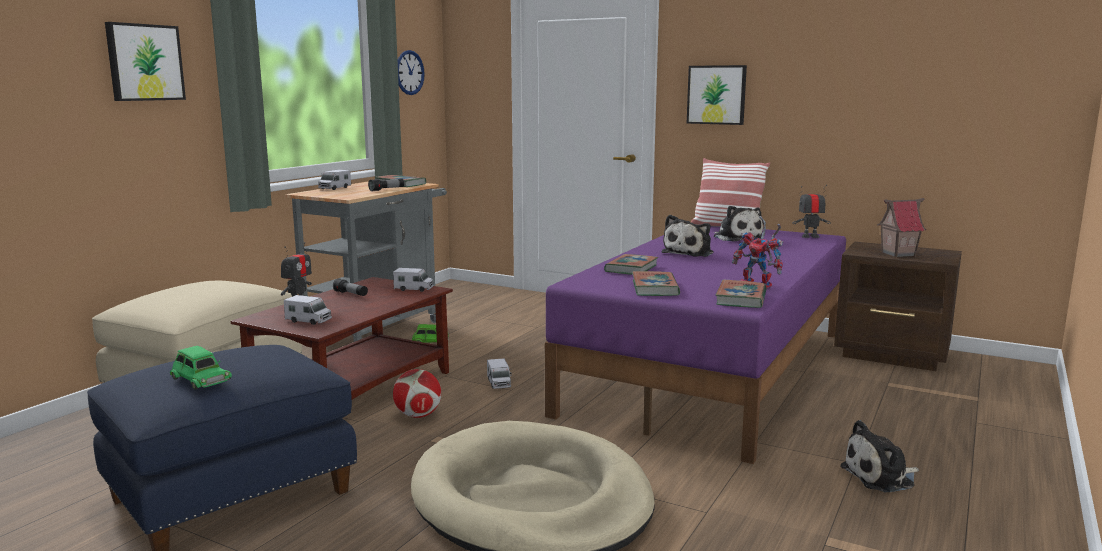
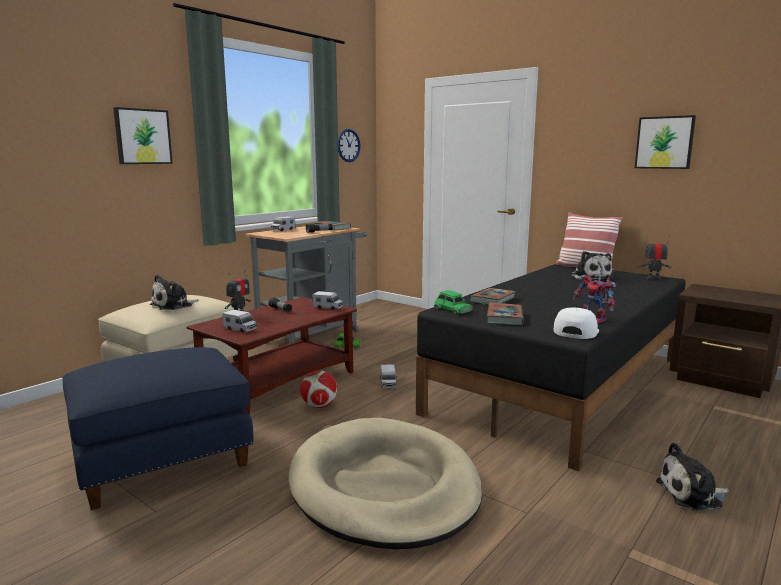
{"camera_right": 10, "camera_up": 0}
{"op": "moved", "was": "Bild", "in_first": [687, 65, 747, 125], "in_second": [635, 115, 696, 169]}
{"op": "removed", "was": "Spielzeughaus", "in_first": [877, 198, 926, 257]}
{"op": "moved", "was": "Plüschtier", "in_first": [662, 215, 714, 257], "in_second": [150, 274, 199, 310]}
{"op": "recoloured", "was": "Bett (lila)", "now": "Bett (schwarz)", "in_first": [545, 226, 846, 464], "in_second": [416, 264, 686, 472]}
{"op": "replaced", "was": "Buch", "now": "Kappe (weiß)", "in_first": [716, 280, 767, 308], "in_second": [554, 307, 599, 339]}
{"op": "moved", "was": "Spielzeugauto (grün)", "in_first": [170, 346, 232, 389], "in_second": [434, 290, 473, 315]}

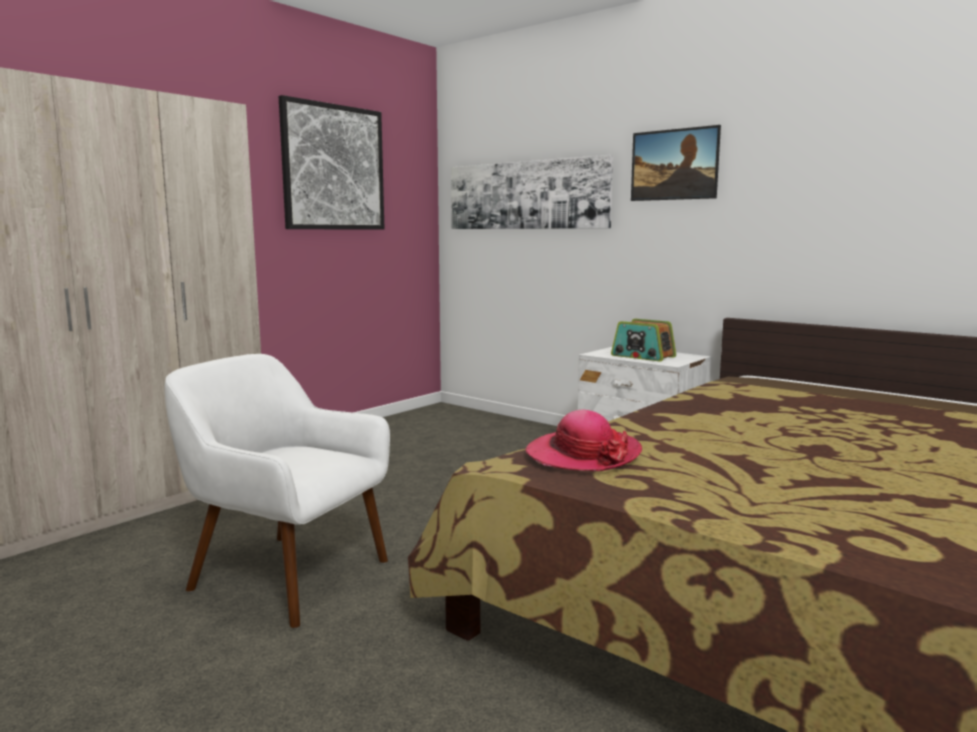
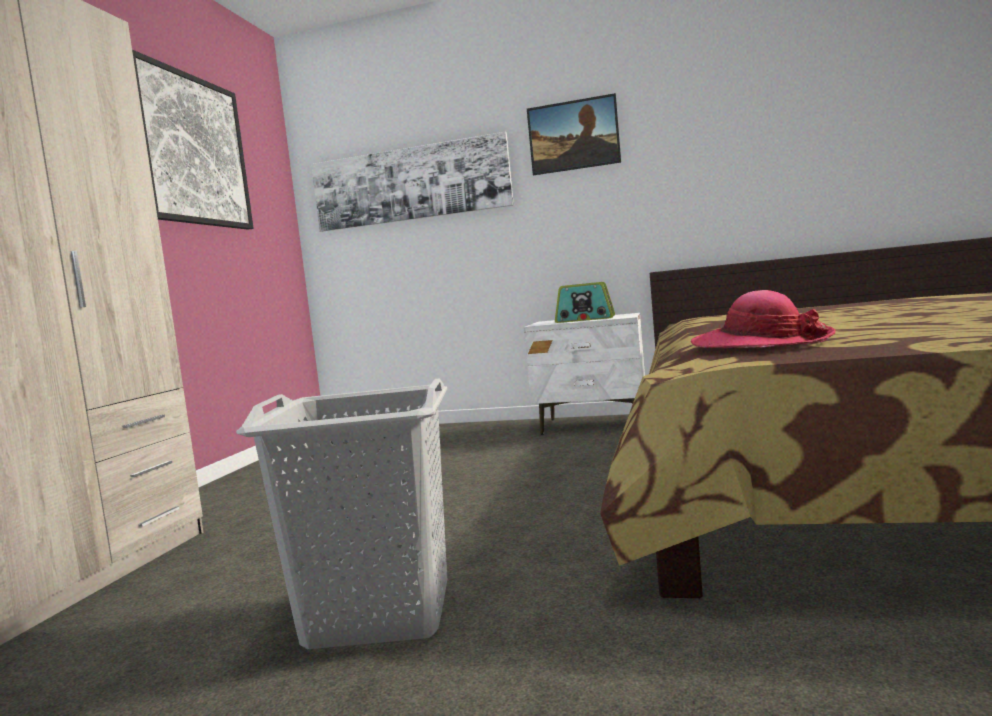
{"camera_right": -25, "camera_up": -5}
{"op": "replaced", "was": "Sessel (weiß)", "now": "Wäschekorb (grau)", "in_first": [164, 354, 390, 629], "in_second": [236, 378, 447, 649]}

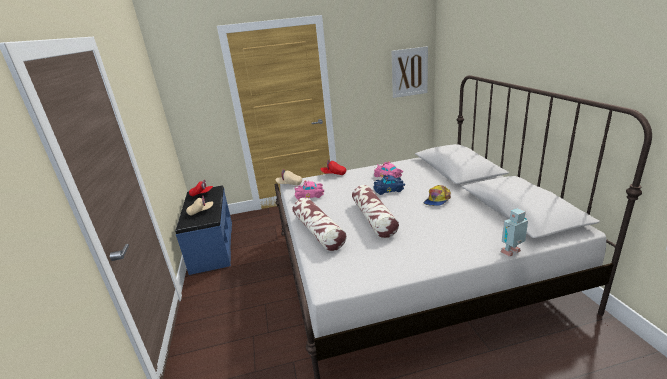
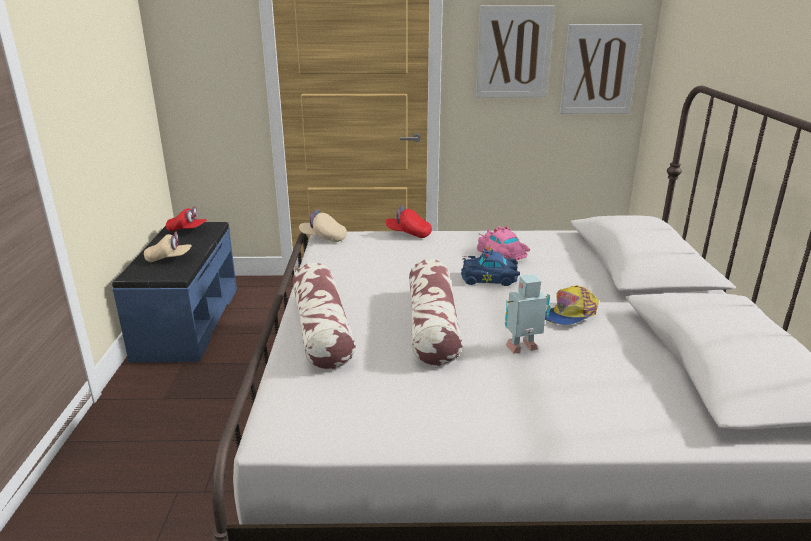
{"camera_right": 10, "camera_up": 0}
{"op": "removed", "was": "Spielzeugauto (rosa)", "in_first": [294, 180, 324, 199]}
{"op": "moved", "was": "Spielzeugroboter", "in_first": [501, 208, 528, 257], "in_second": [505, 275, 551, 353]}
{"op": "added", "now": "Bild", "in_second": [476, 6, 554, 97]}

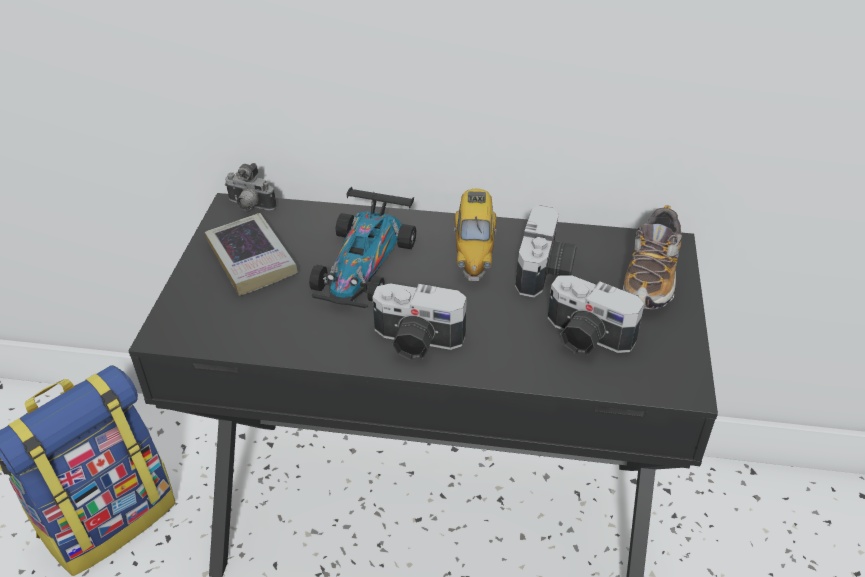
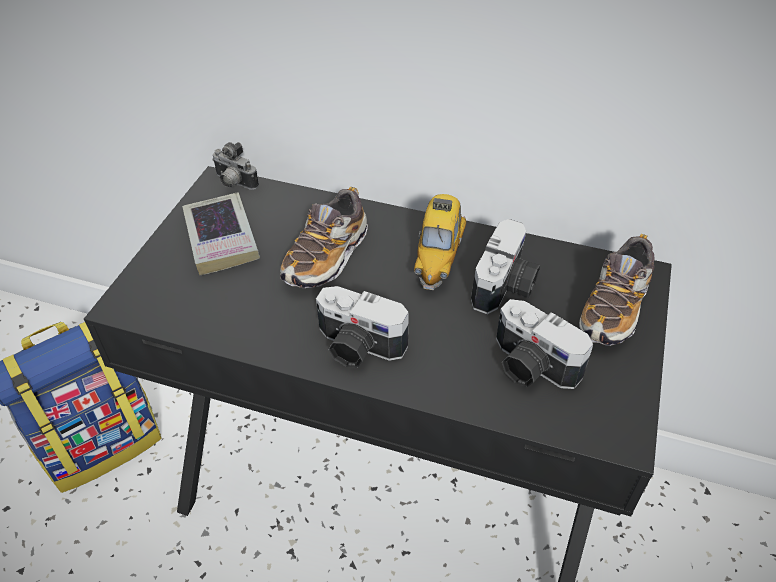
{"camera_right": 10, "camera_up": 5}
{"op": "replaced", "was": "Spielzeugauto", "now": "Schuh", "in_first": [309, 187, 416, 308], "in_second": [280, 187, 368, 288]}

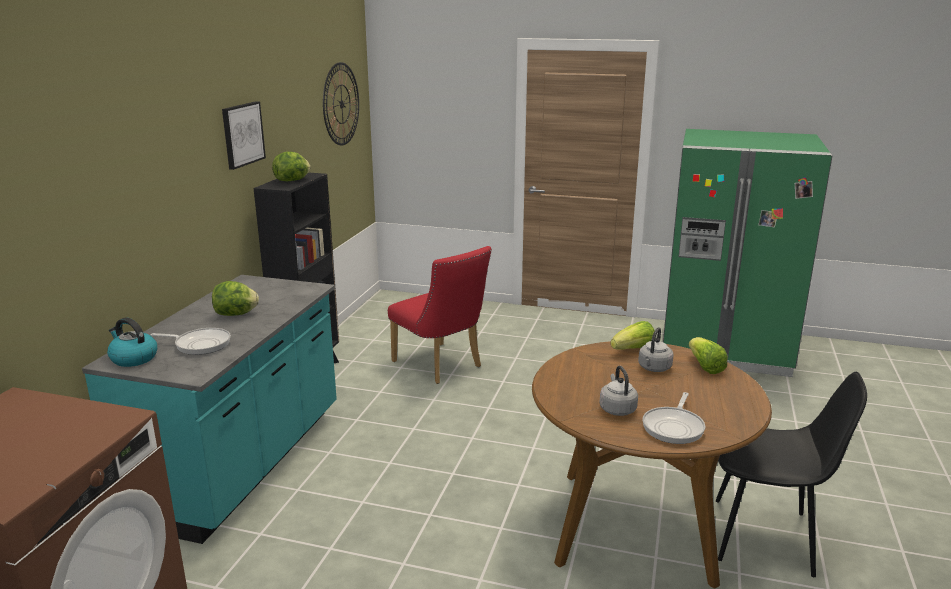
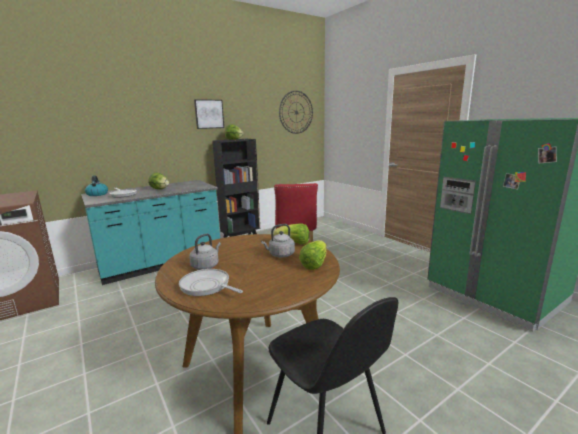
{"camera_right": 40, "camera_up": -5}
{"op": "turned", "was": "Pfanne", "in_first": [642, 392, 705, 444], "in_second": [179, 269, 243, 296], "clockwise": 60}

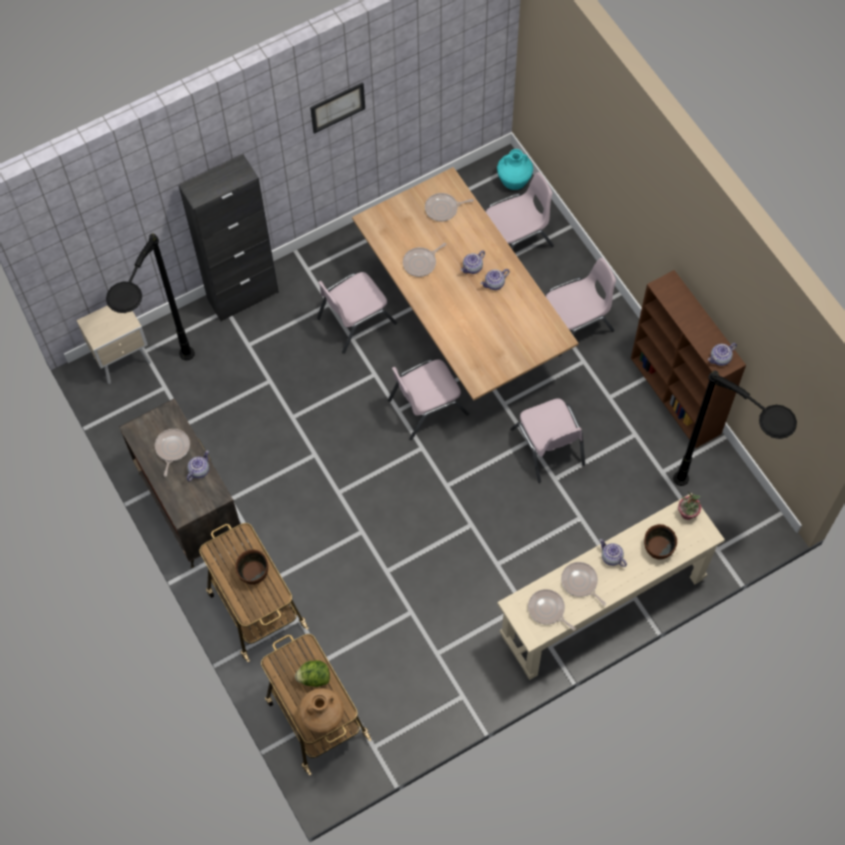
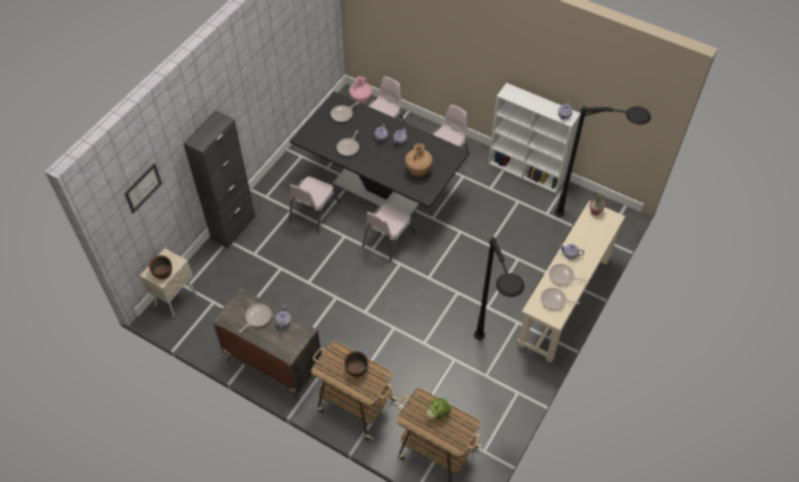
{"camera_right": -30, "camera_up": -10}
{"op": "moved", "was": "Bild", "in_first": [310, 82, 365, 134], "in_second": [124, 163, 162, 214]}
{"op": "recoloured", "was": "Vase (türkis)", "now": "Vase (rosa)", "in_first": [497, 149, 533, 190], "in_second": [349, 76, 372, 105]}
{"op": "recoloured", "was": "Esstisch (beige)", "now": "Esstisch (schwarz)", "in_first": [352, 167, 579, 401], "in_second": [290, 91, 470, 216]}
{"op": "moved", "was": "Stehlampe (schwarz)", "in_first": [106, 233, 195, 360], "in_second": [474, 237, 525, 340]}
{"op": "recoloured", "was": "Bücherregal (braun)", "now": "Bücherregal (weiß)", "in_first": [631, 270, 746, 448], "in_second": [488, 83, 581, 194]}
{"op": "removed", "was": "Stuhl (rosa)", "in_first": [510, 398, 585, 483]}
{"op": "turned", "was": "Pfanne", "in_first": [155, 429, 190, 477], "in_second": [239, 304, 271, 333], "clockwise": 60}
{"op": "moved", "was": "Schüssel (braun)", "in_first": [644, 524, 677, 560], "in_second": [149, 255, 172, 279]}
{"op": "moved", "was": "Vase (braun)", "in_first": [299, 688, 344, 733], "in_second": [405, 143, 433, 177]}

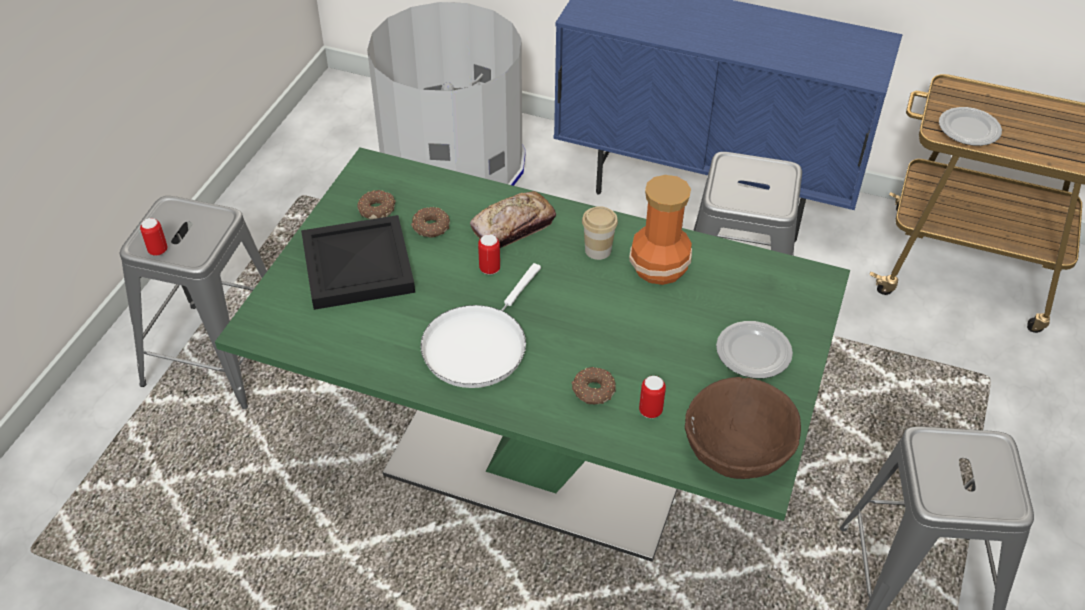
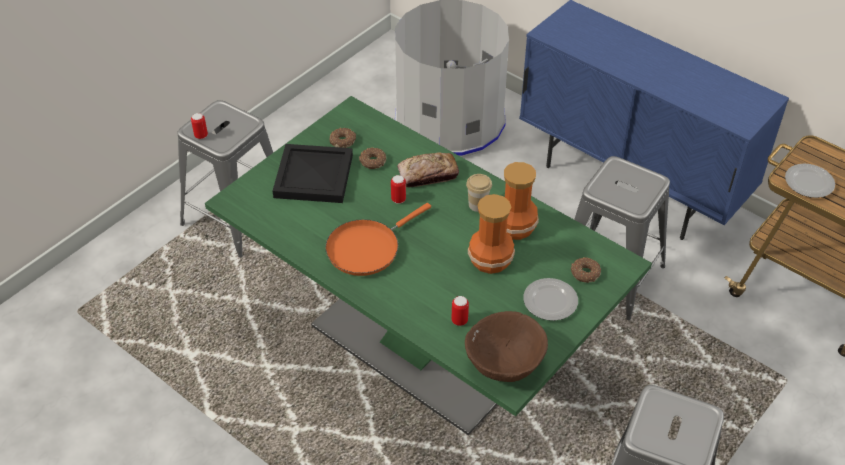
{"camera_right": 20, "camera_up": 0}
{"op": "recoloured", "was": "Pfanne (weiß)", "now": "Pfanne (orange)", "in_first": [420, 263, 541, 388], "in_second": [325, 203, 431, 276]}
{"op": "moved", "was": "Donut", "in_first": [572, 367, 616, 404], "in_second": [571, 257, 601, 283]}
{"op": "added", "now": "Vase", "in_second": [468, 194, 515, 274]}

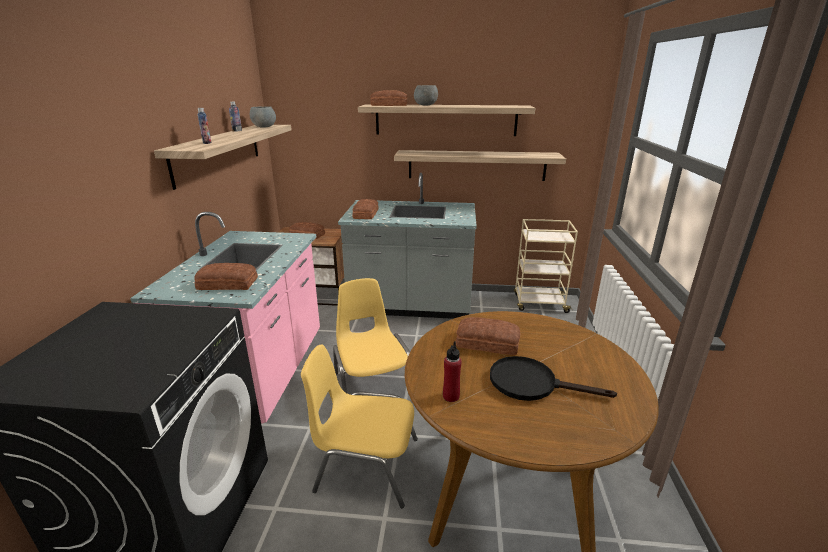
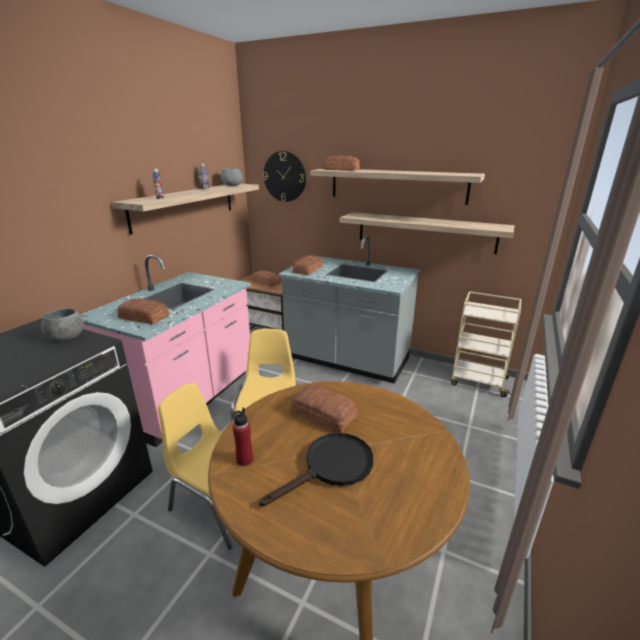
{"camera_right": 20, "camera_up": 0}
{"op": "moved", "was": "Schüssel (grau)", "in_first": [414, 85, 438, 106], "in_second": [41, 308, 84, 341]}
{"op": "turned", "was": "Pfanne (schwarz)", "in_first": [490, 356, 617, 401], "in_second": [259, 433, 373, 506], "clockwise": 105}
{"op": "added", "now": "Wanduhr", "in_second": [263, 151, 306, 202]}

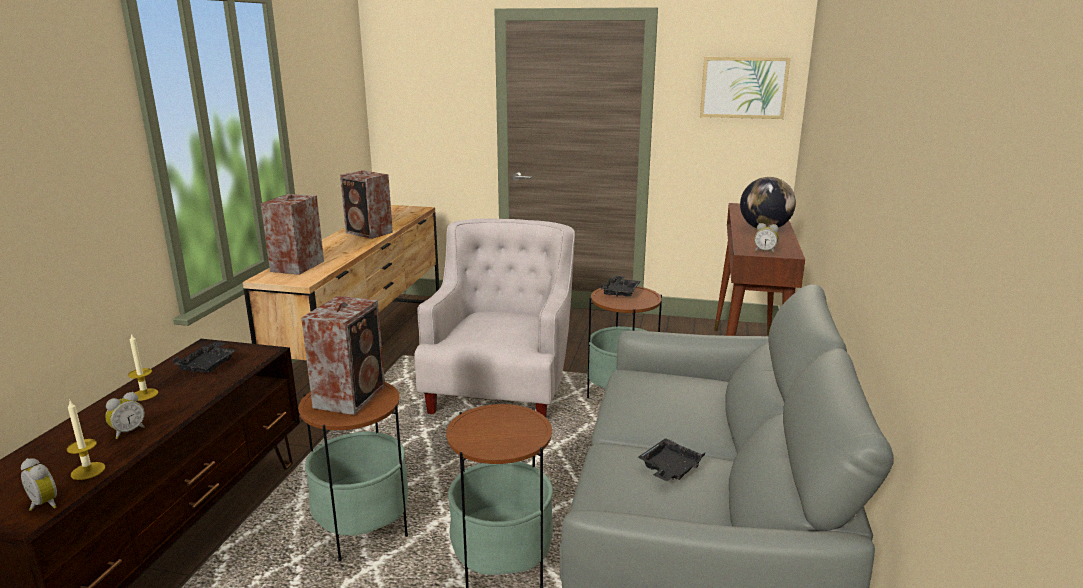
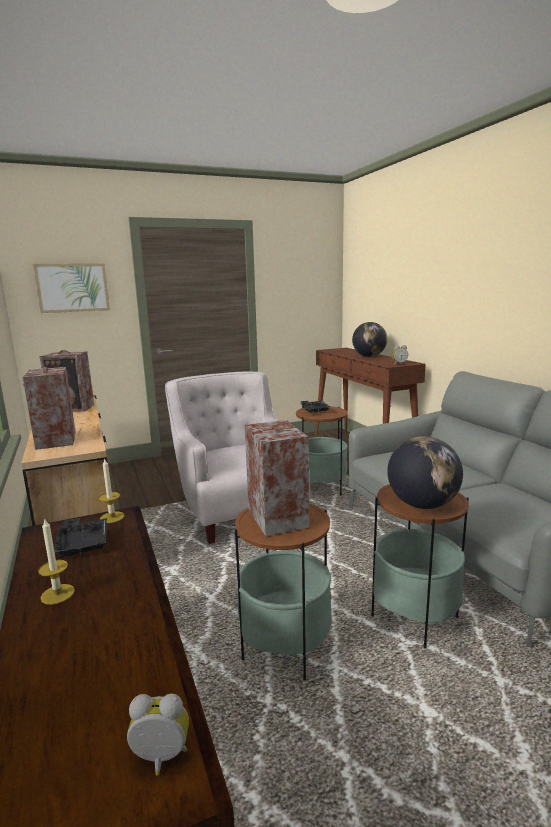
{"camera_right": -35, "camera_up": -5}
{"op": "moved", "was": "Bild", "in_first": [700, 57, 790, 119], "in_second": [33, 263, 110, 313]}
{"op": "removed", "was": "Wecker", "in_first": [105, 392, 145, 439]}
{"op": "moved", "was": "Kerze", "in_first": [67, 401, 105, 480], "in_second": [99, 458, 124, 523]}
{"op": "removed", "was": "Tablett (schwarz)", "in_first": [638, 438, 706, 481]}
{"op": "added", "now": "Globus", "in_second": [387, 436, 463, 509]}

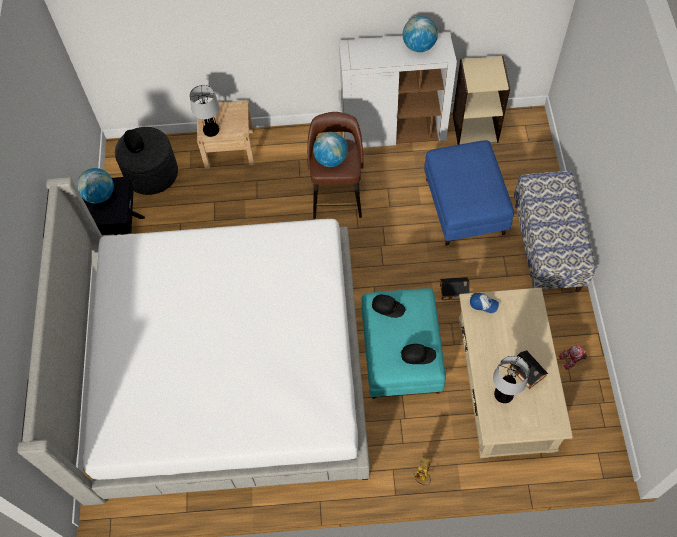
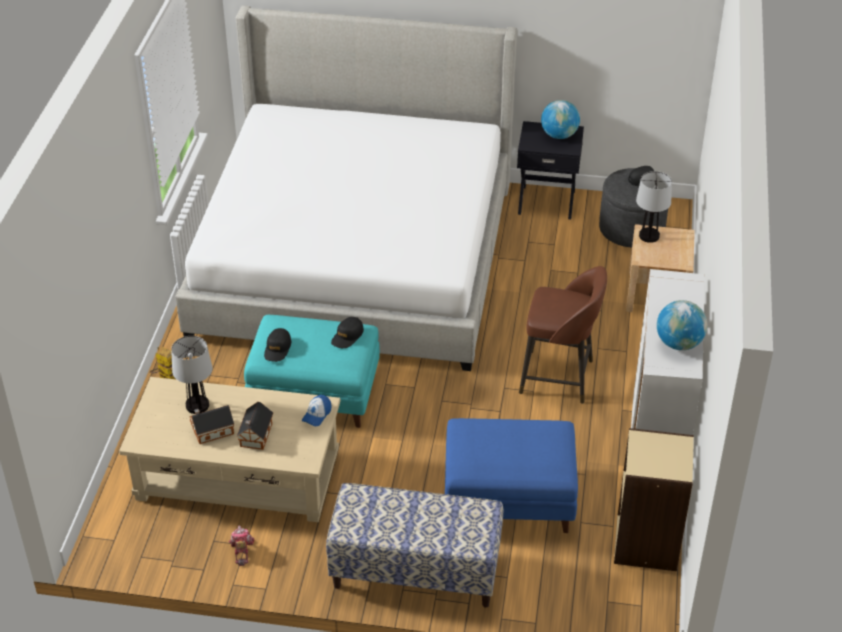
{"camera_right": 100, "camera_up": -20}
{"op": "removed", "was": "Globus", "in_first": [313, 132, 348, 167]}
{"op": "moved", "was": "Spielzeughaus", "in_first": [440, 277, 470, 300], "in_second": [236, 402, 273, 450]}

